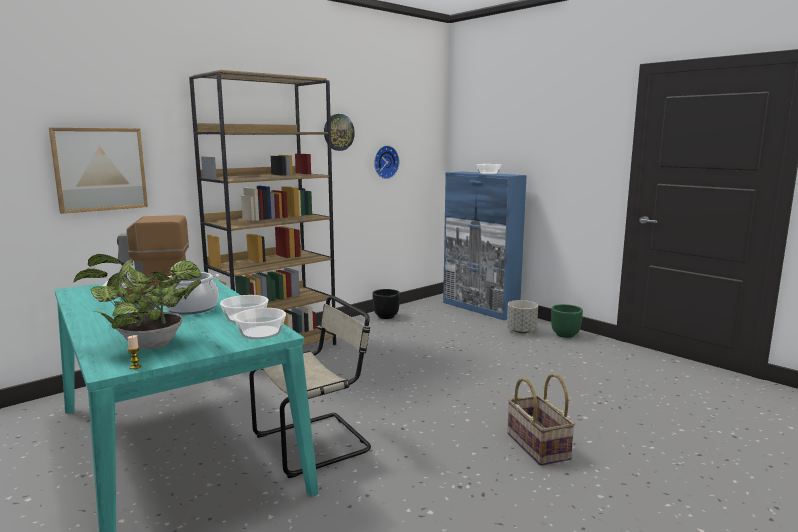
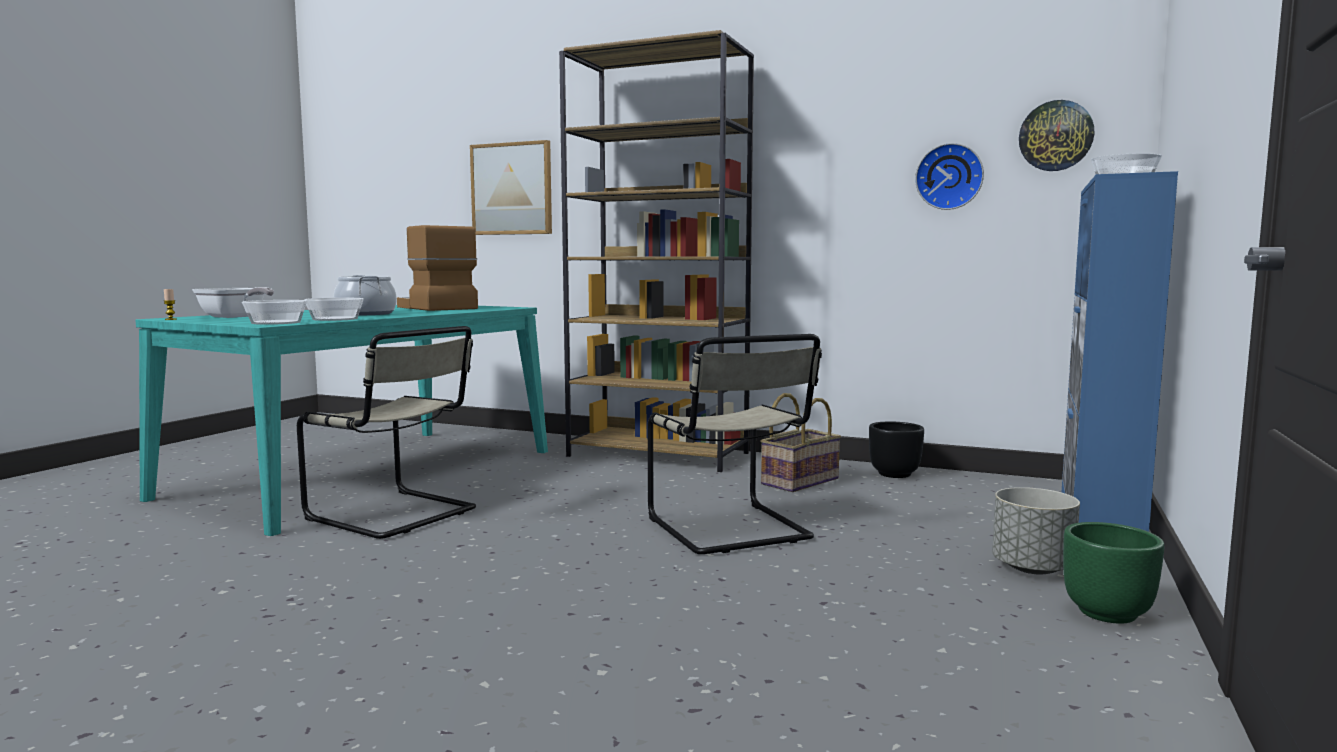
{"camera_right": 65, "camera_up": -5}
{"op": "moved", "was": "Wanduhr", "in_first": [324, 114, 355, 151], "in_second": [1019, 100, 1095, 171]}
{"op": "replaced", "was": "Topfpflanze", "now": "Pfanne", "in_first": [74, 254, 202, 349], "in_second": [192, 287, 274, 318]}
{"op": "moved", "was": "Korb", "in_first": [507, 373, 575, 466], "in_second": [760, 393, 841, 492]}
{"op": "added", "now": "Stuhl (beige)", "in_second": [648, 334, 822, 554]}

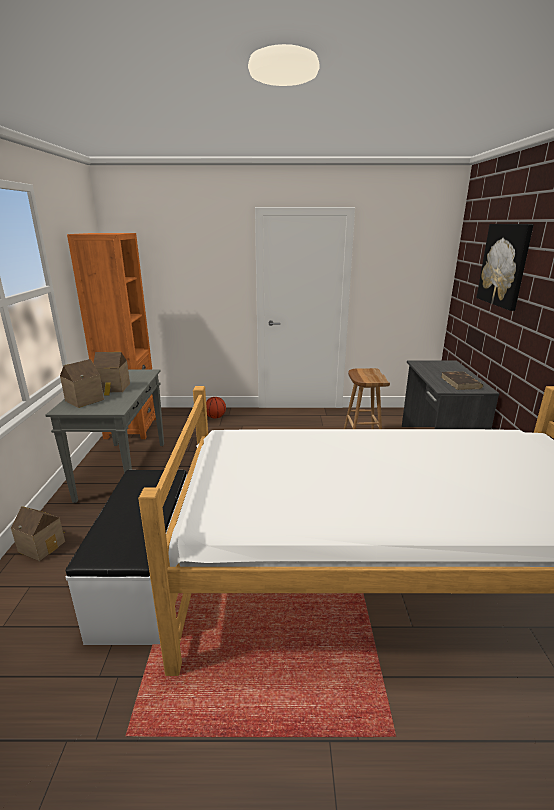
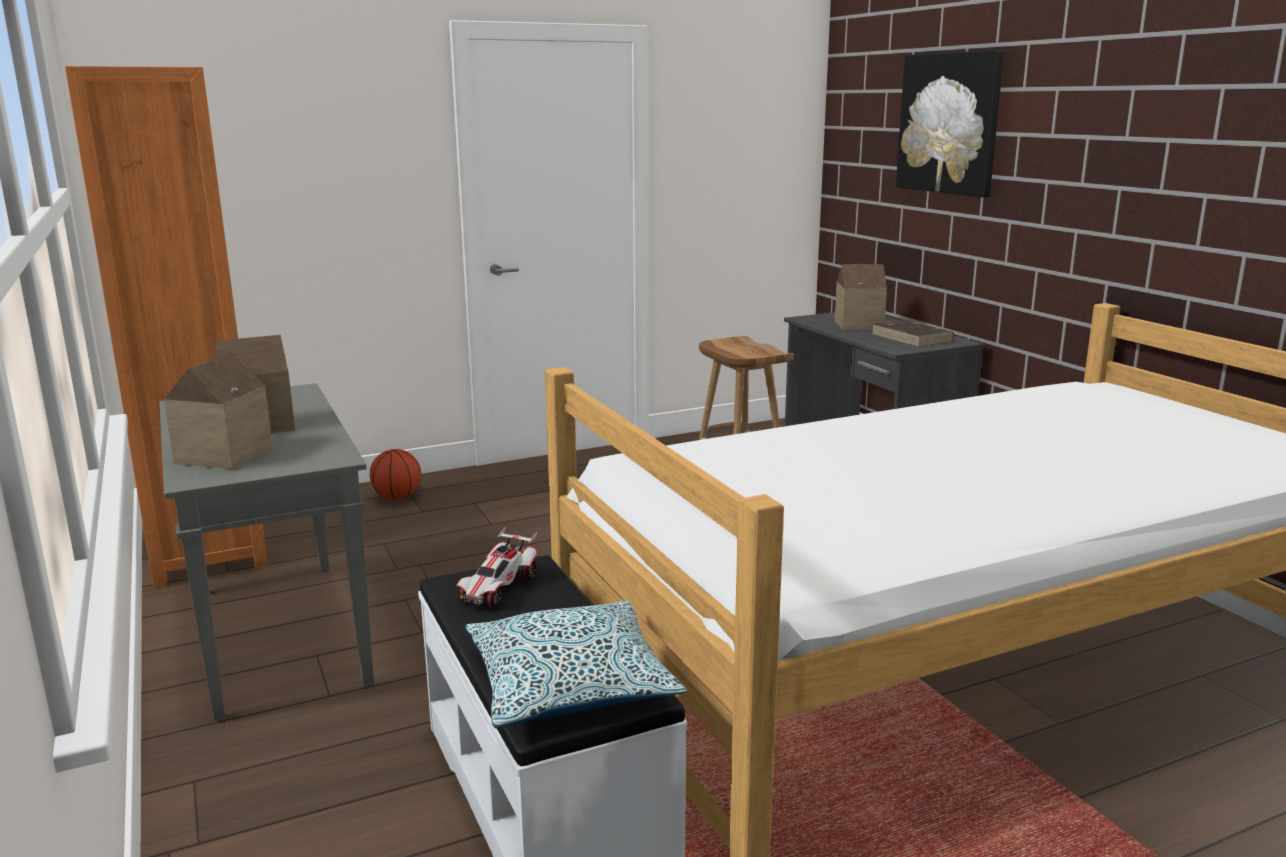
{"camera_right": -25, "camera_up": -5}
{"op": "moved", "was": "Spielzeughaus", "in_first": [11, 506, 65, 561], "in_second": [835, 264, 887, 330]}
{"op": "added", "now": "Spielzeugauto", "in_second": [456, 527, 539, 608]}
{"op": "added", "now": "Kissen", "in_second": [465, 600, 687, 729]}

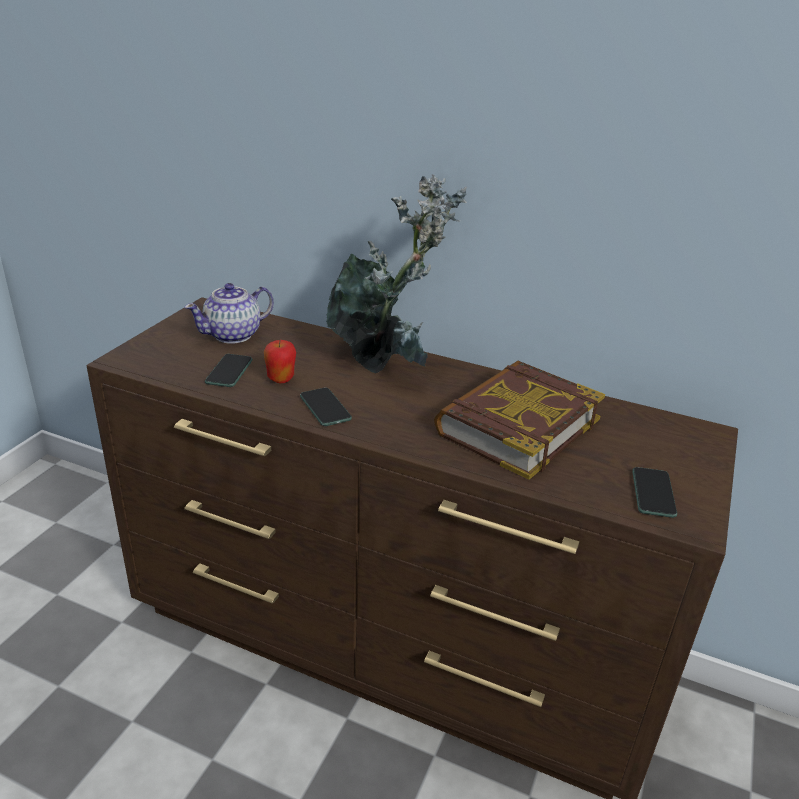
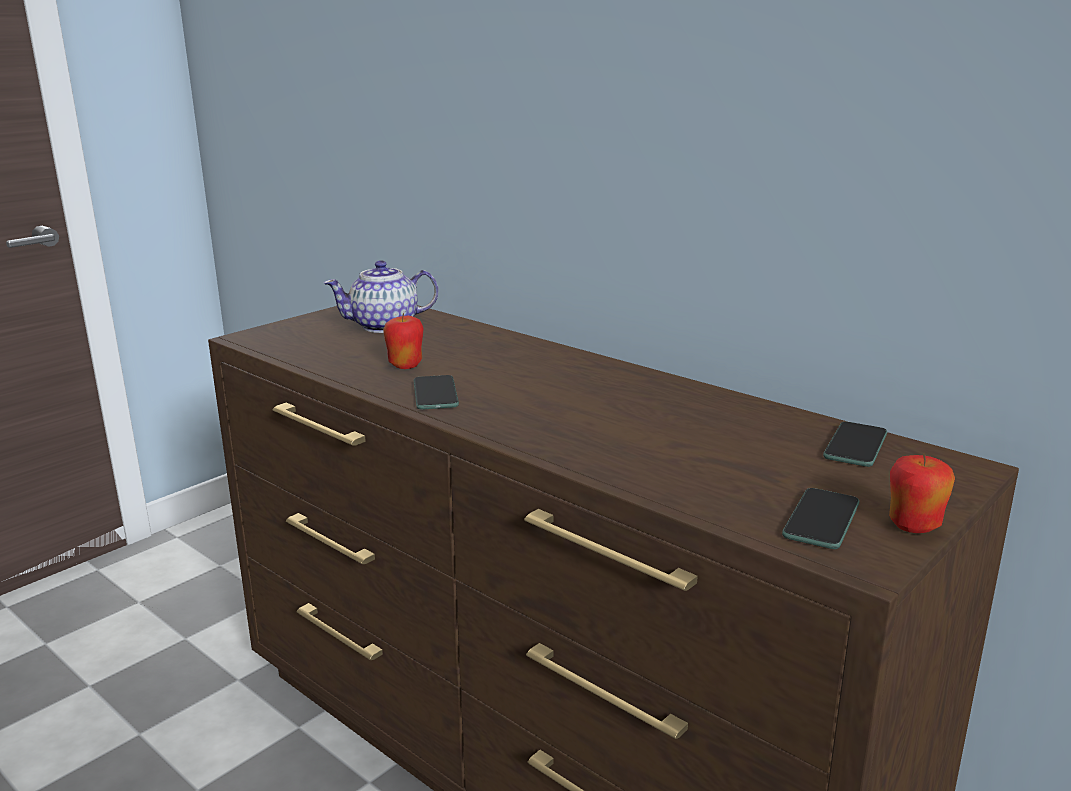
{"camera_right": 20, "camera_up": -10}
{"op": "removed", "was": "Topfpflanze", "in_first": [326, 174, 467, 373]}
{"op": "moved", "was": "Handy", "in_first": [205, 354, 252, 387], "in_second": [823, 422, 887, 467]}
{"op": "removed", "was": "Buch", "in_first": [434, 361, 605, 480]}
{"op": "added", "now": "Apfel", "in_second": [889, 453, 955, 533]}

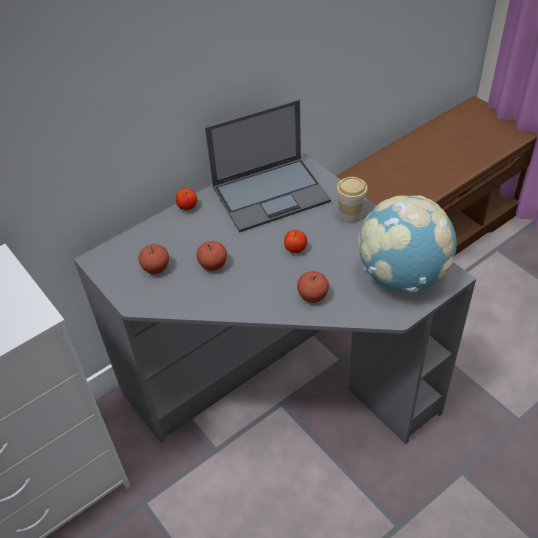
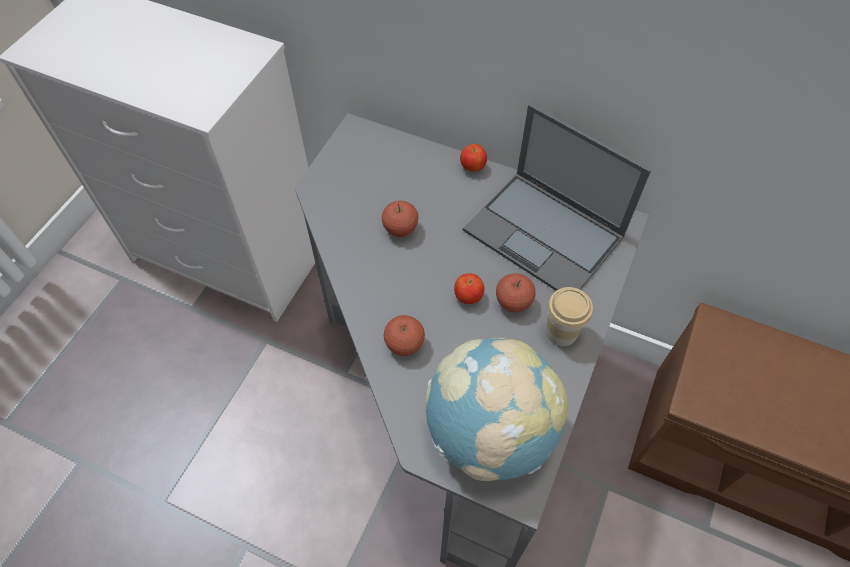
{"camera_right": 60, "camera_up": 10}
{"op": "moved", "was": "Apfel", "in_first": [138, 244, 169, 274], "in_second": [496, 273, 536, 313]}

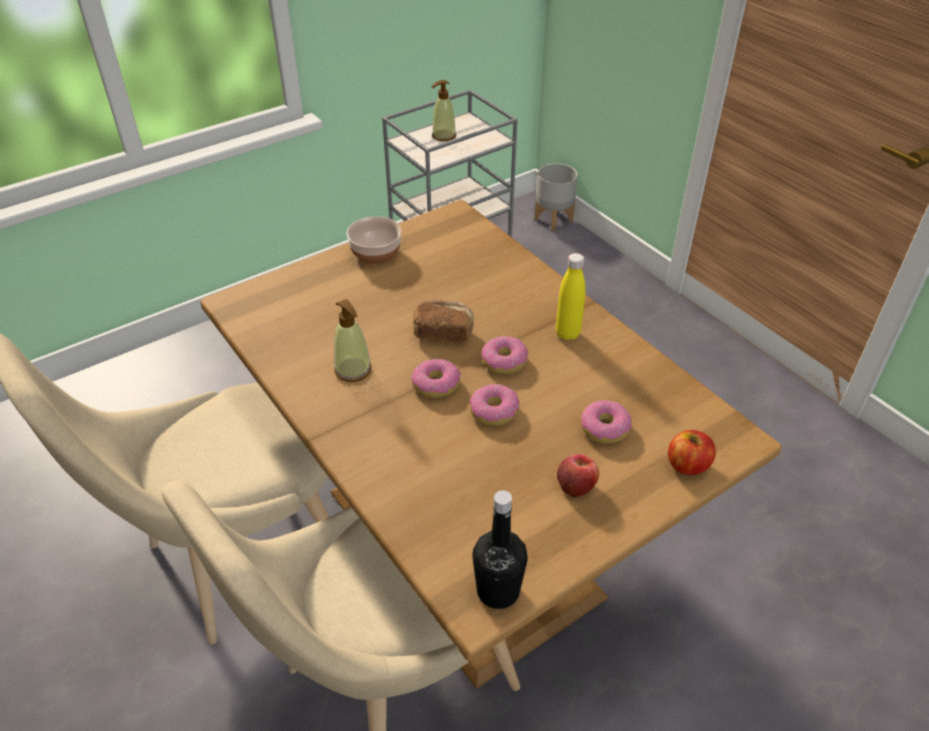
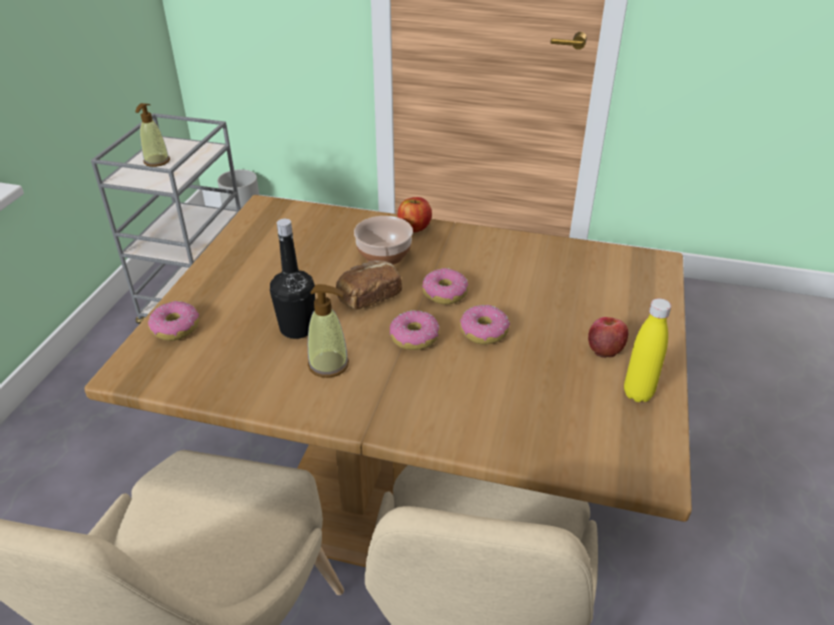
{"camera_right": -40, "camera_up": -5}
{"op": "moved", "was": "Schüssel", "in_first": [346, 216, 402, 265], "in_second": [354, 216, 413, 265]}
{"op": "moved", "was": "Flasche (gelb)", "in_first": [556, 253, 585, 340], "in_second": [624, 298, 671, 402]}
{"op": "moved", "was": "Donut", "in_first": [581, 400, 632, 444], "in_second": [148, 301, 199, 341]}
{"op": "moved", "was": "Apfel", "in_first": [668, 430, 716, 475], "in_second": [398, 197, 432, 232]}
{"op": "moved", "was": "Flasche (schwarz)", "in_first": [472, 490, 528, 609], "in_second": [270, 219, 315, 339]}

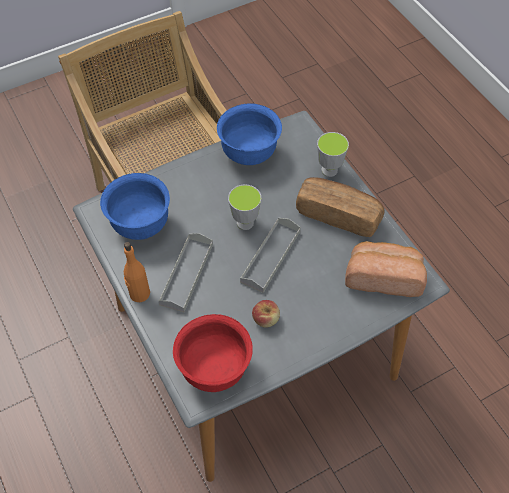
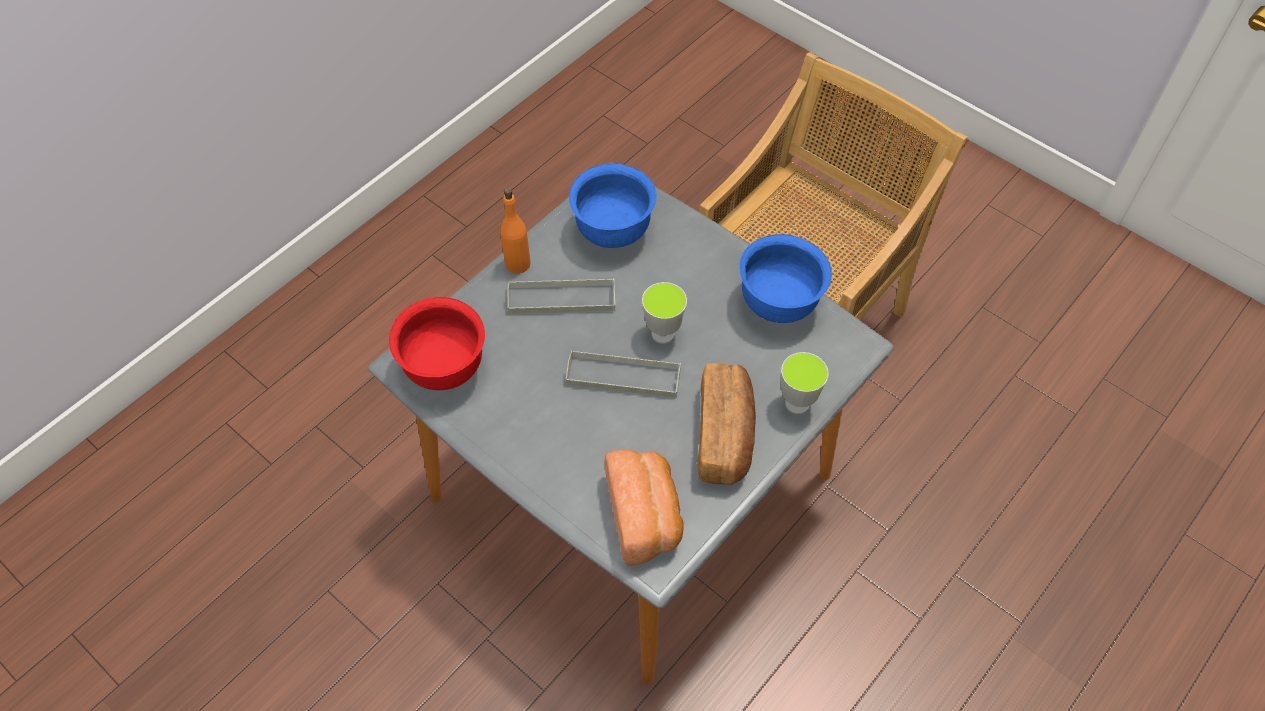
{"camera_right": 70, "camera_up": 0}
{"op": "removed", "was": "Apfel", "in_first": [252, 300, 280, 328]}

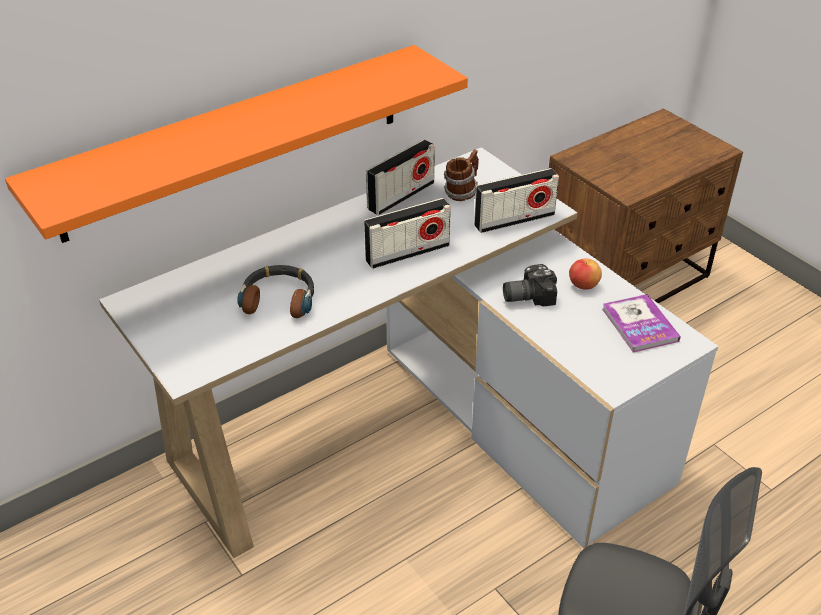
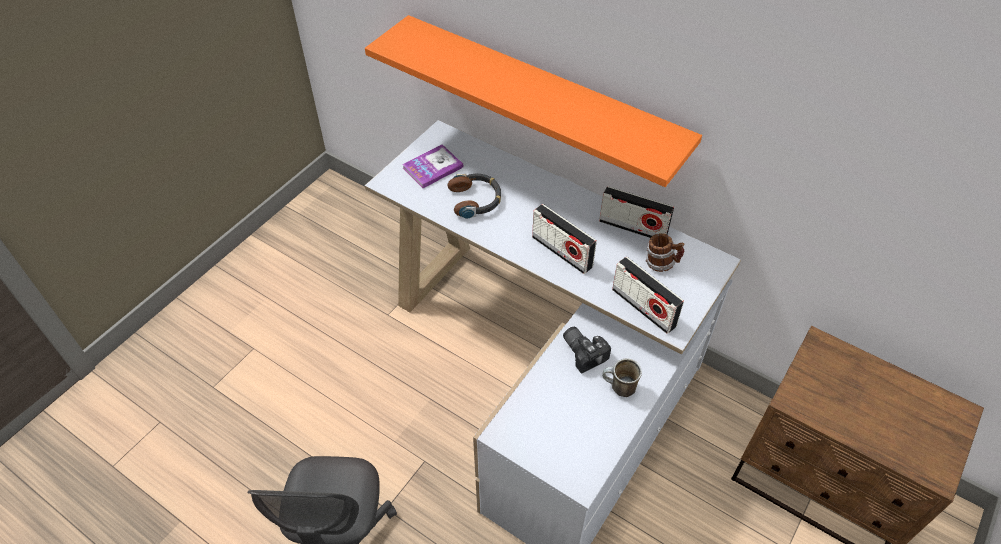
{"camera_right": 70, "camera_up": 10}
{"op": "replaced", "was": "Apfel", "now": "Henkelbecher", "in_first": [569, 258, 602, 290], "in_second": [602, 359, 642, 397]}
{"op": "moved", "was": "Buch", "in_first": [602, 294, 681, 353], "in_second": [402, 144, 463, 188]}

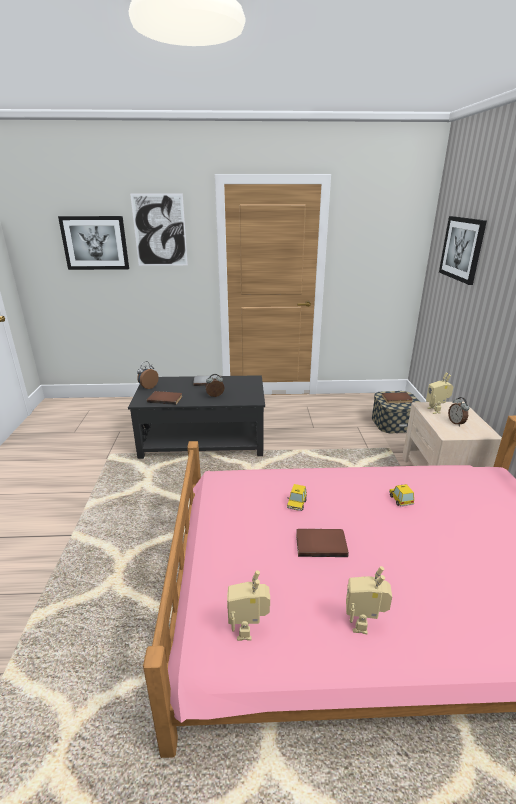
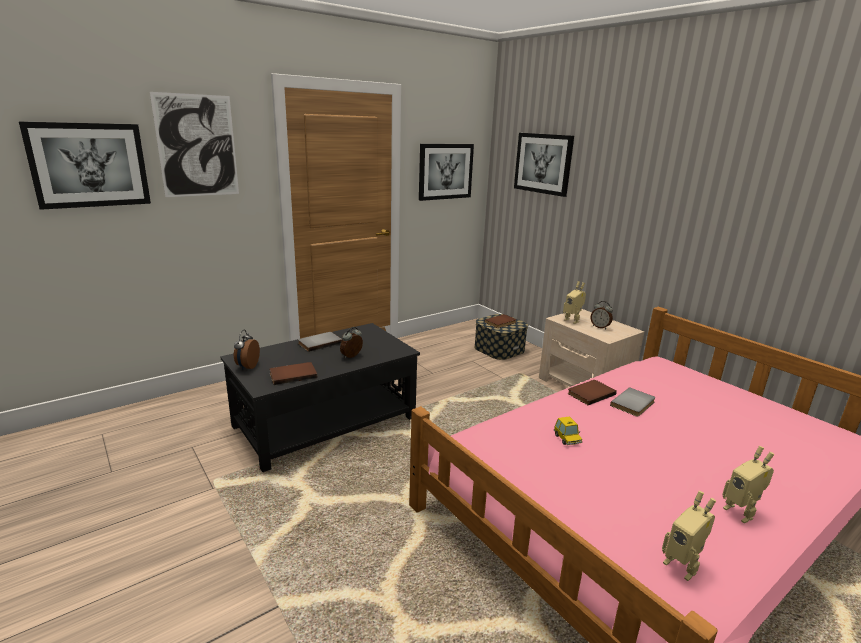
{"camera_right": -35, "camera_up": -5}
{"op": "replaced", "was": "Spielzeugauto", "now": "Buch (grau)", "in_first": [389, 484, 414, 507], "in_second": [610, 387, 656, 417]}
{"op": "moved", "was": "Buch (braun)", "in_first": [296, 529, 349, 557], "in_second": [568, 380, 617, 405]}
{"op": "added", "now": "Bild", "in_second": [419, 144, 474, 201]}

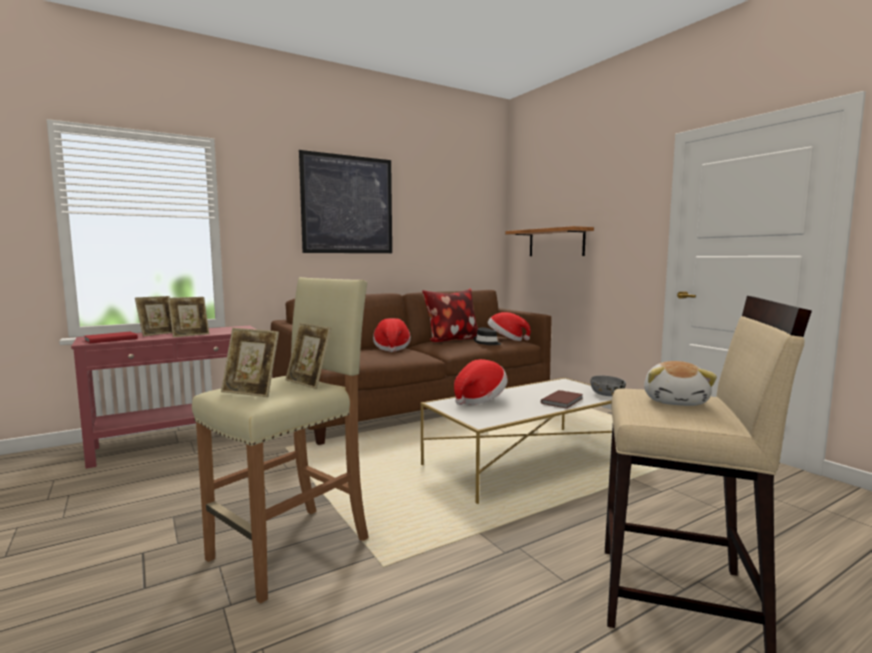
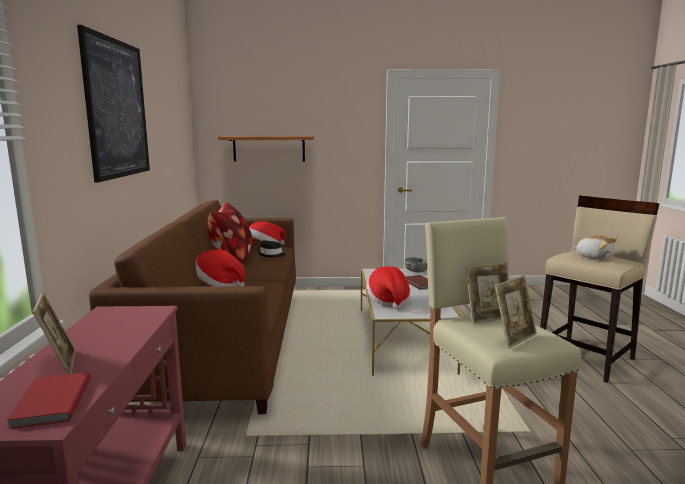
{"camera_right": -60, "camera_up": 5}
{"op": "removed", "was": "Bilderrahmen", "in_first": [168, 297, 209, 337]}

